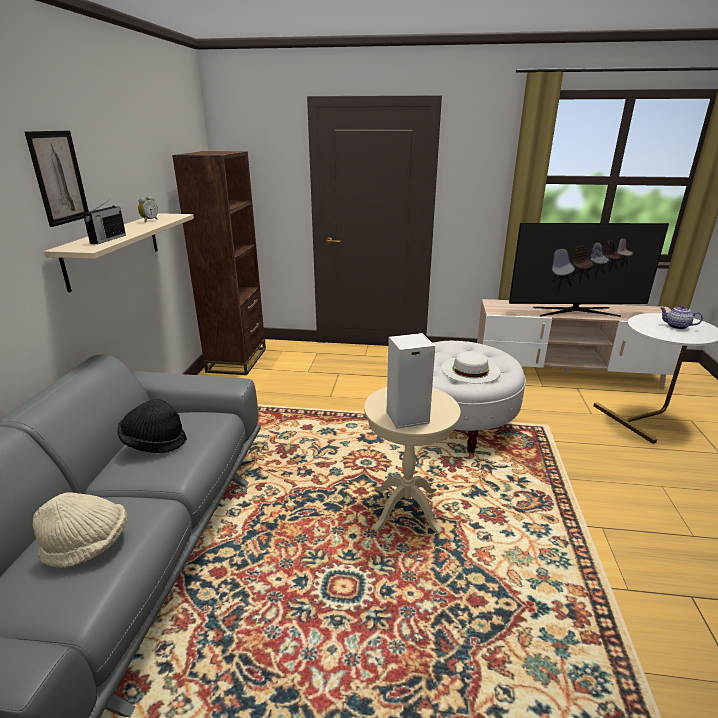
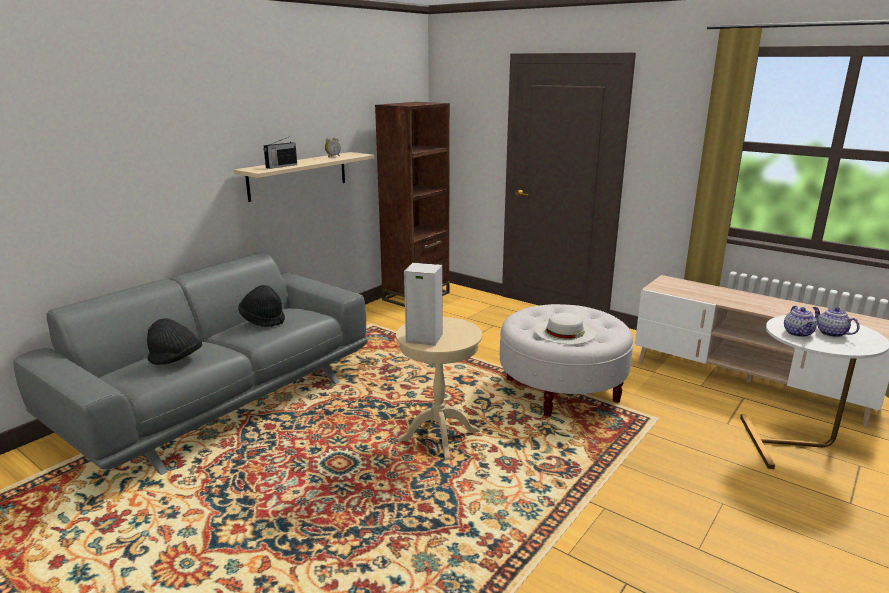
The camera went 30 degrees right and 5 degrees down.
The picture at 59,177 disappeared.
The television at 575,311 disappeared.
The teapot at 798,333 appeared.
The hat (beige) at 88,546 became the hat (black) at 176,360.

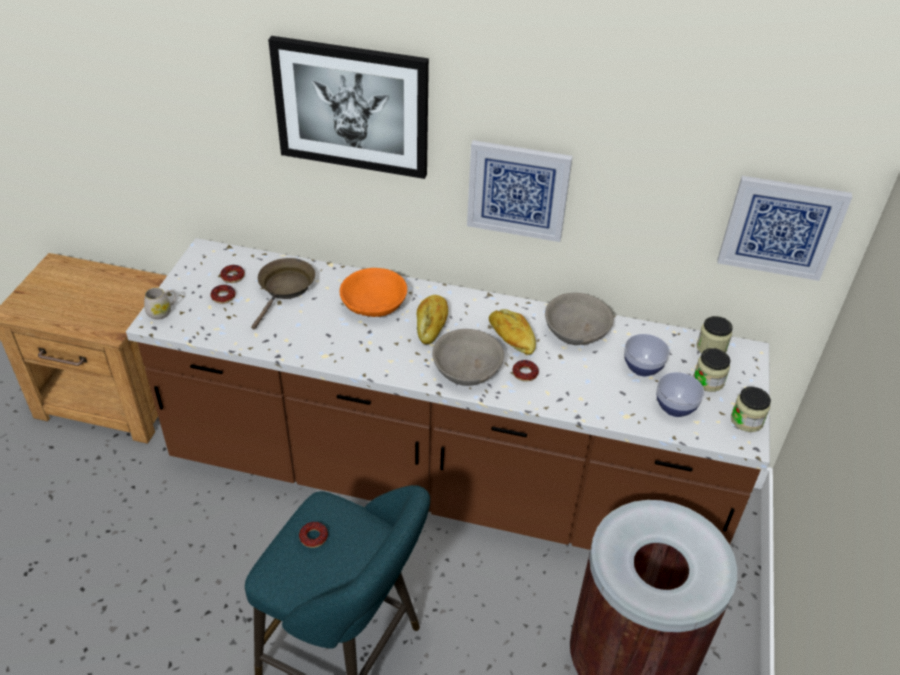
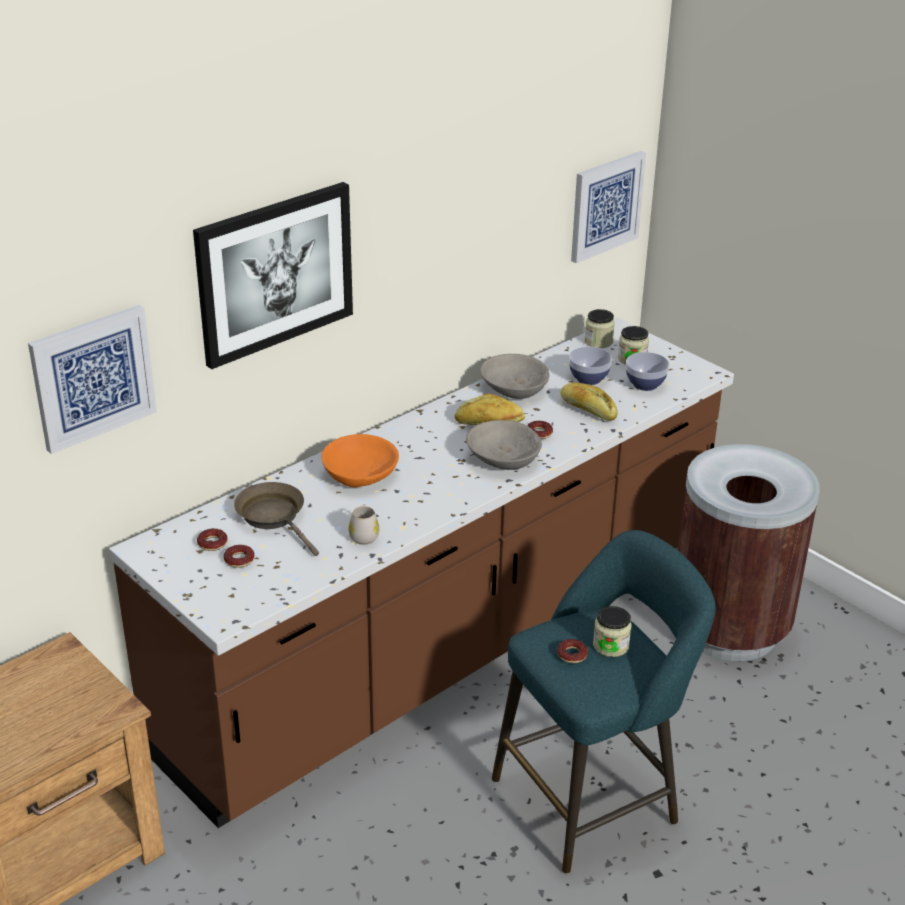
The camera went 55 degrees left and 10 degrees down.
The mug (white) moved from 162,311 to 364,535.
The bread moved from 431,325 to 587,409.
The picture moved from 518,190 to 93,377.
The jar moved from 746,420 to 611,645.

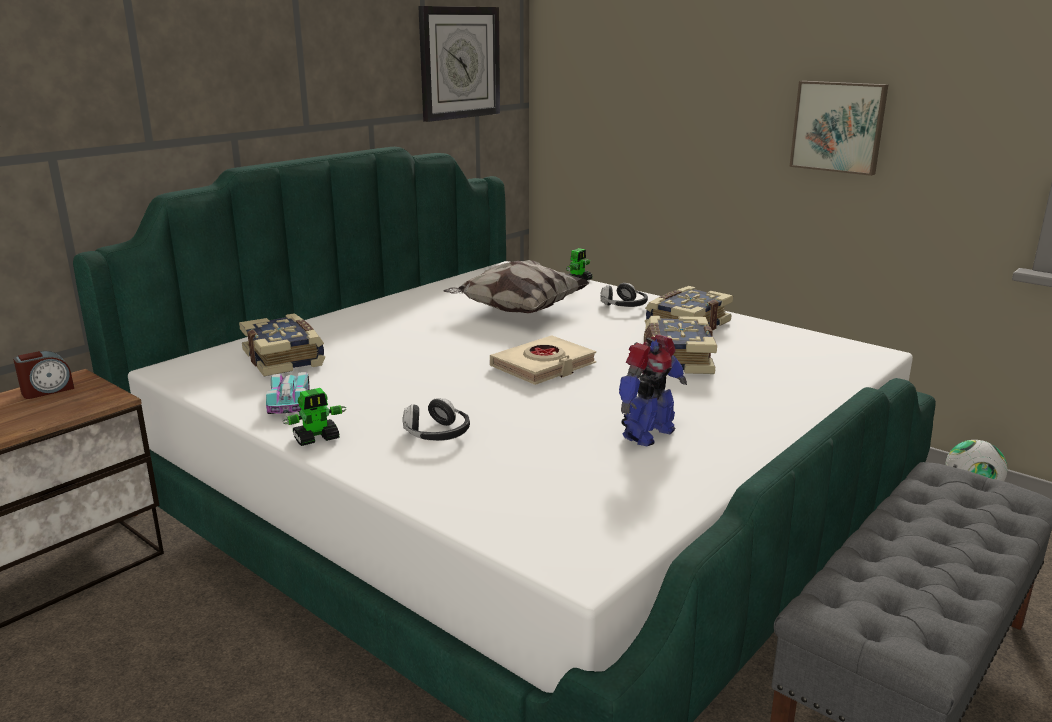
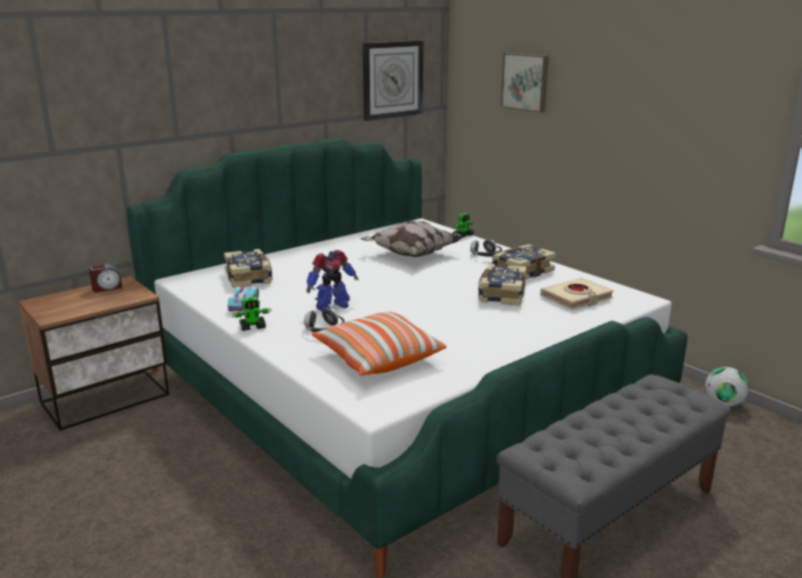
The camera went 10 degrees right and 0 degrees up.
The pillow at 377,358 appeared.
The book (beige) moved from 543,366 to 576,298.
The toy robot moved from 647,434 to 331,307.
The picture moved from 838,126 to 526,82.

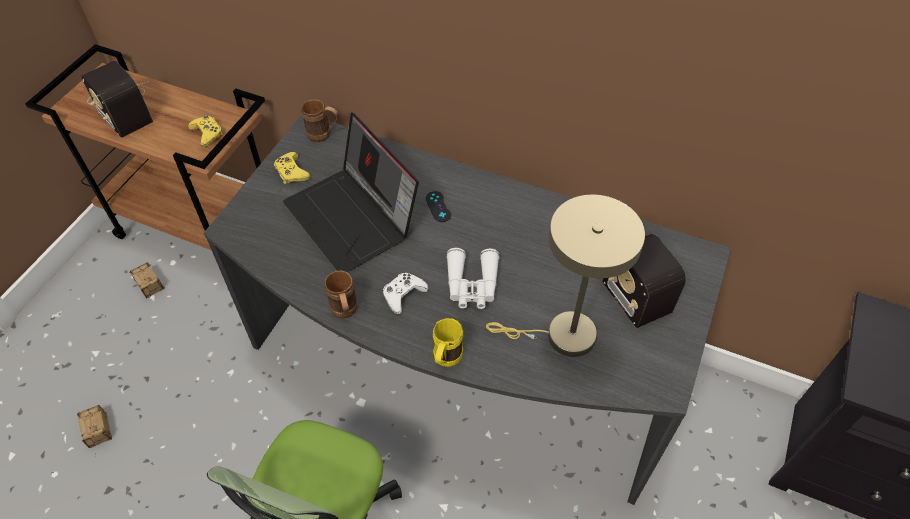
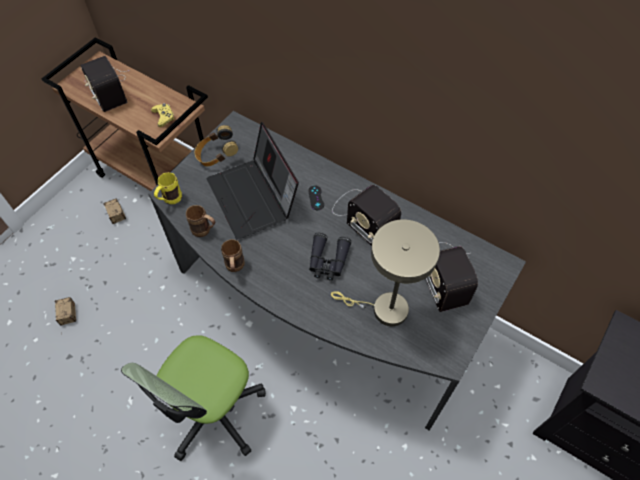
The camera went 10 degrees right and 5 degrees up.
The game controller (white) at 403,295 disappeared.
The radio at 363,216 appeared.
The mug (brown) moved from 324,135 to 205,231.
The mug (yellow) moved from 445,361 to 169,200.
The game controller (yellow) at 291,172 was replaced by the headphones at 217,156.
The binoculars (white) at 472,285 became the binoculars (black) at 328,261.

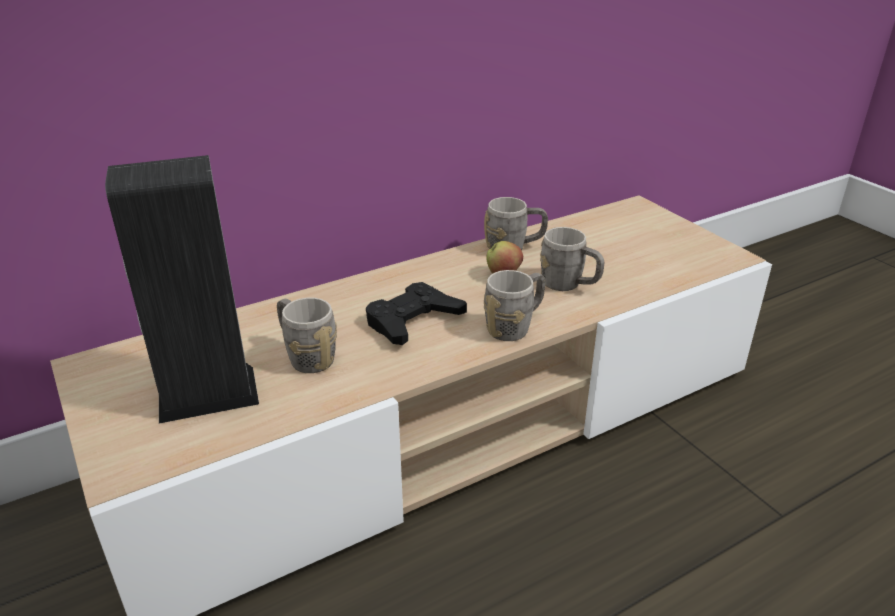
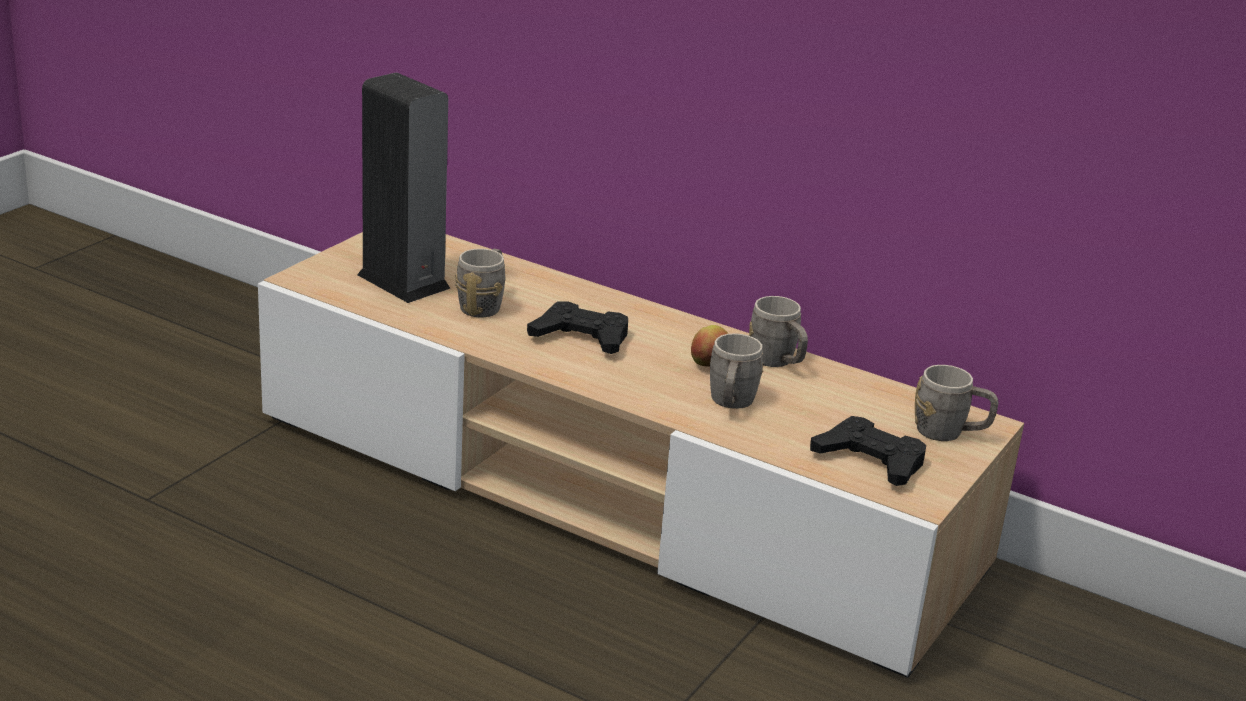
The camera went 60 degrees right and 5 degrees down.
The game controller (black) at 870,460 appeared.
The mug (grey) moved from 515,326 to 950,433.

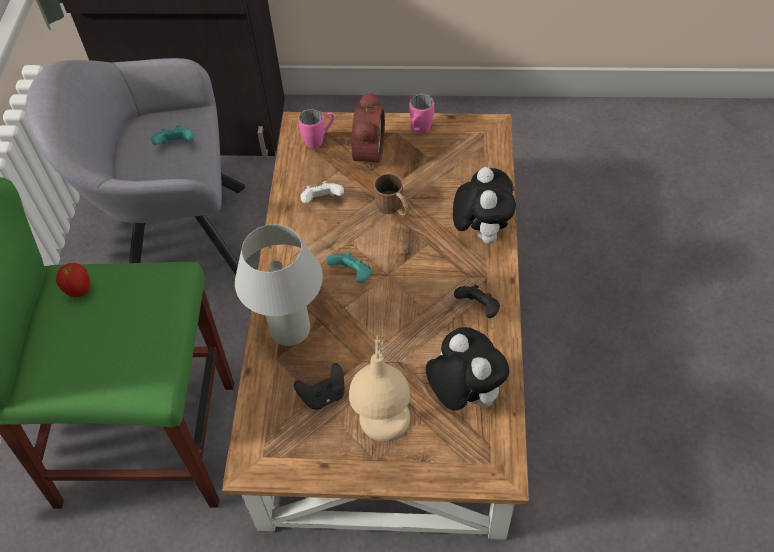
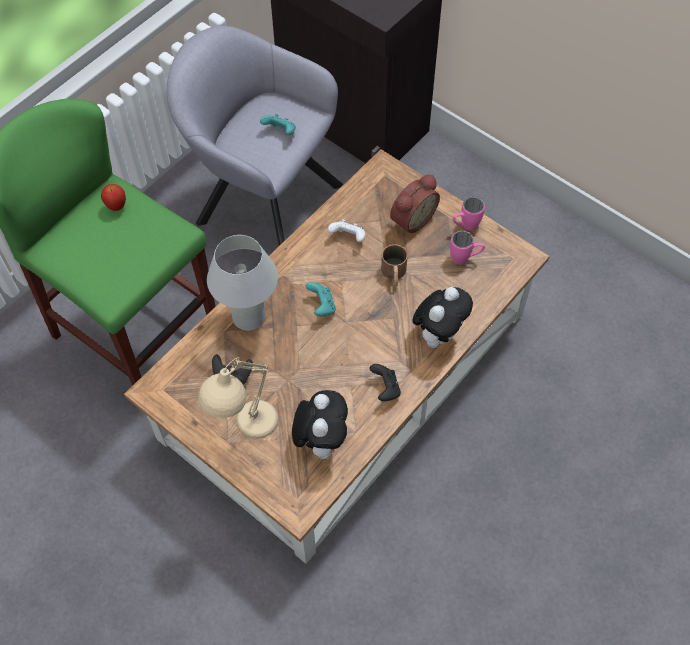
The camera went 35 degrees right and 5 degrees up.
The mug (pink) moved from 319,140 to 465,258.

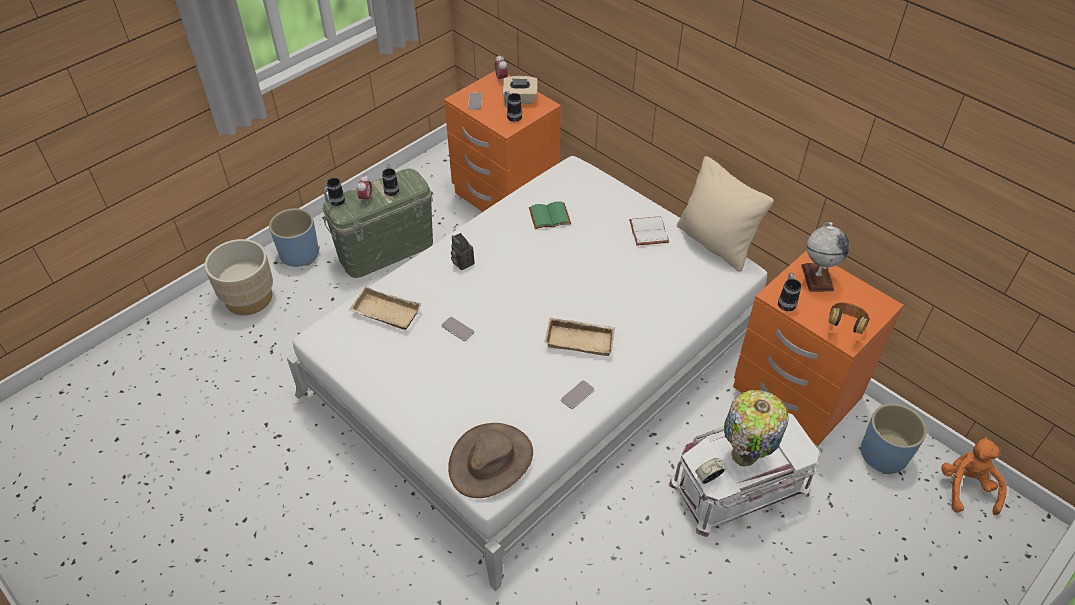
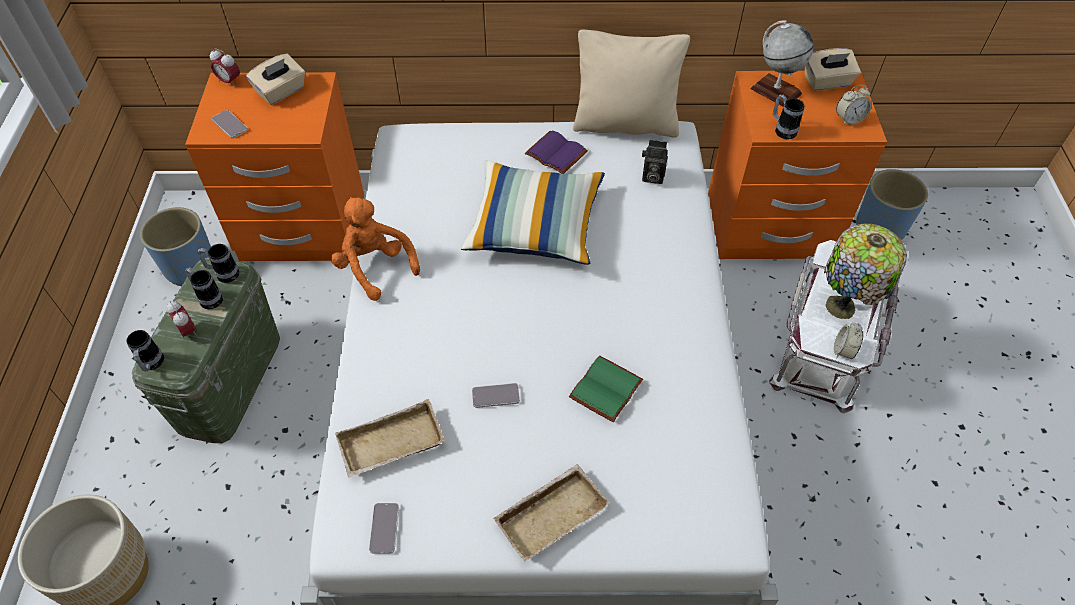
The camera went 45 degrees left and 5 degrees up.
The hat (brown) at 491,461 disappeared.
The pillow at 535,225 appeared.
The tissue box (beige) at 827,82 appeared.
The planter (blue) moved from 300,254 to 190,266.
The photo camera moved from 461,262 to 651,177.
The mug moved from 512,116 to 224,274.
The book (green) moved from 549,217 to 607,391.
The tray (beige) moved from 581,339 to 551,513.
The phone moved from 577,395 to 384,528.
The plush toy (orange) moved from 966,488 to 375,267.
The headphones at 845,327 was replaced by the alarm clock at 849,119.
The book (white) at 647,231 became the book (purple) at 554,154.

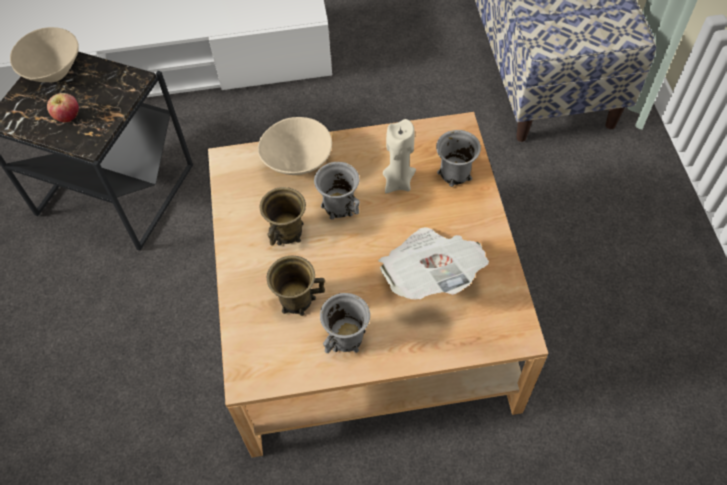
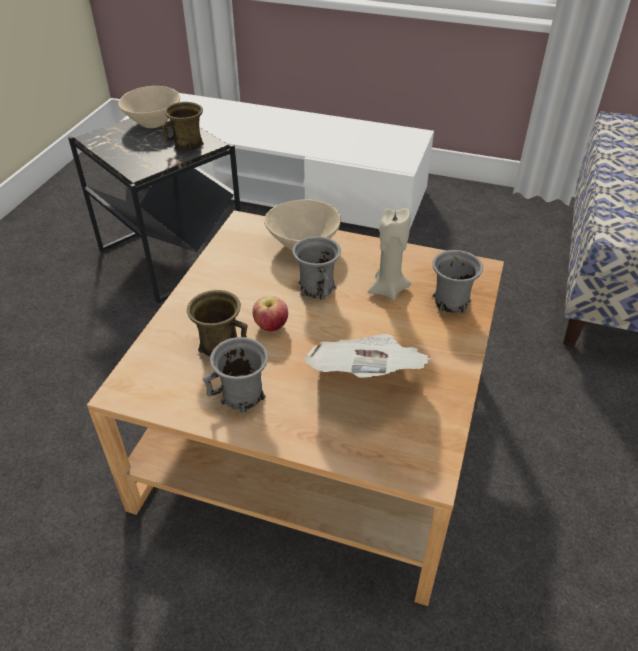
The camera went 25 degrees right and 15 degrees down.
The apple moved from 68,117 to 271,326.
The mug (brown) moved from 287,231 to 188,145.

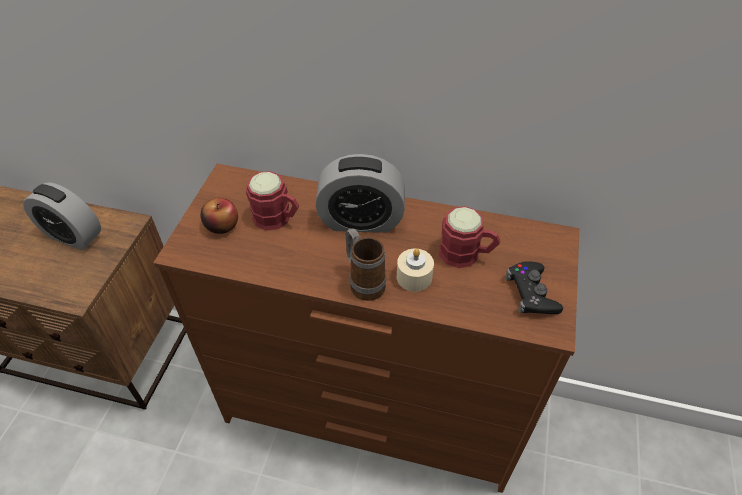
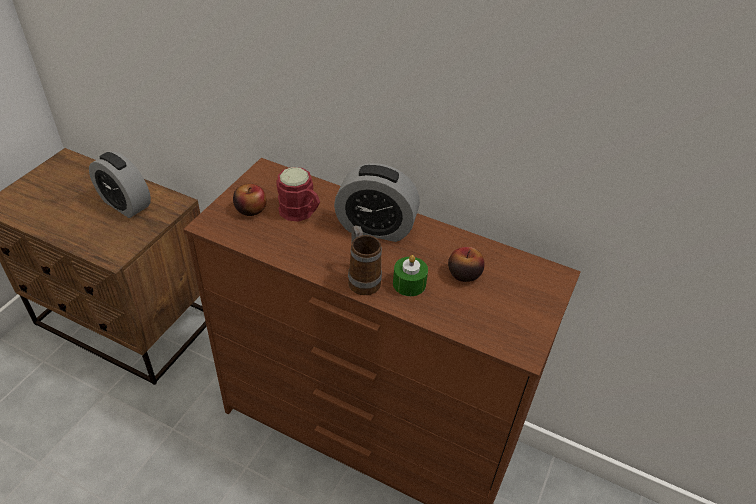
The camera went 10 degrees right and 5 degrees down.
The game controller (black) at 531,293 disappeared.
The mug (red) at 466,254 was replaced by the apple at 464,274.
The candle (beige) at 414,277 became the candle (green) at 409,283.

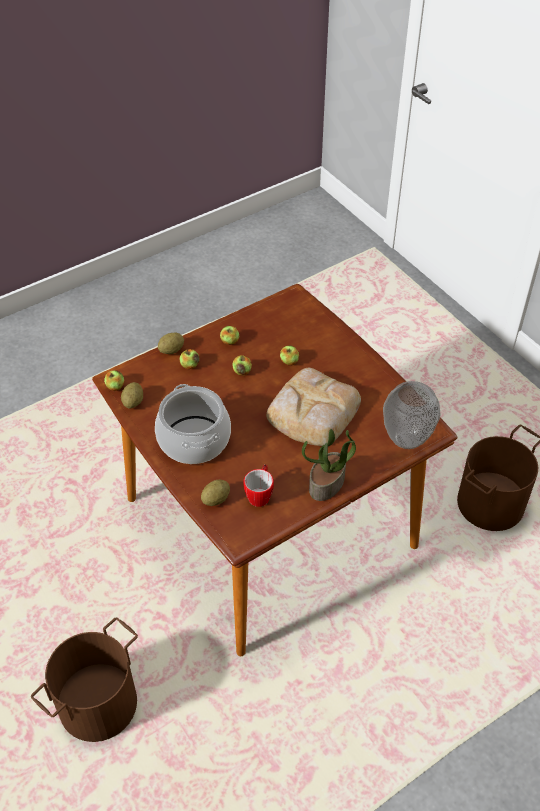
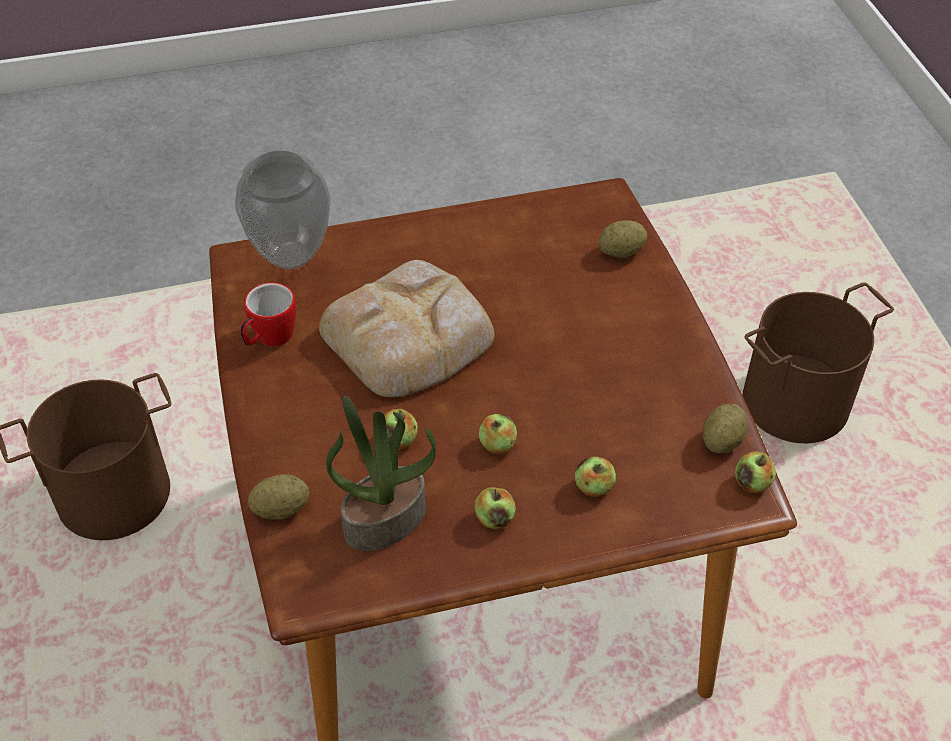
The camera went 160 degrees left and 0 degrees up.
The cooking pot at 193,440 disappeared.
The potato moved from 171,350 to 281,509.
The mug moved from 260,494 to 269,339.
The potted plant moved from 327,484 to 385,519.

